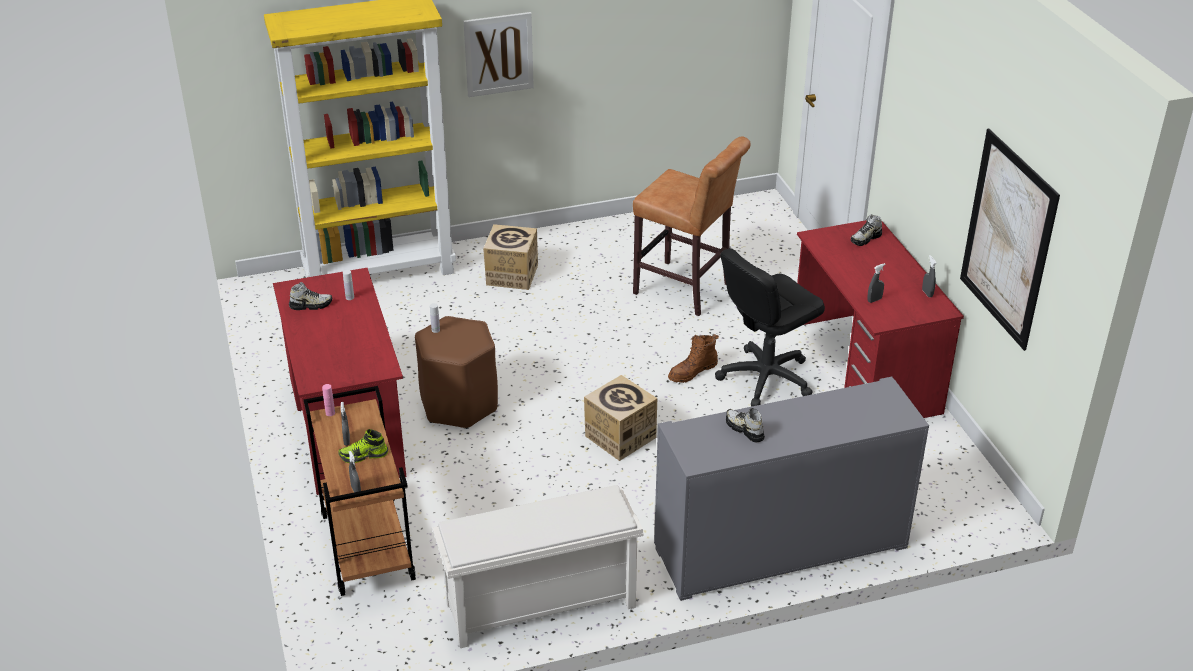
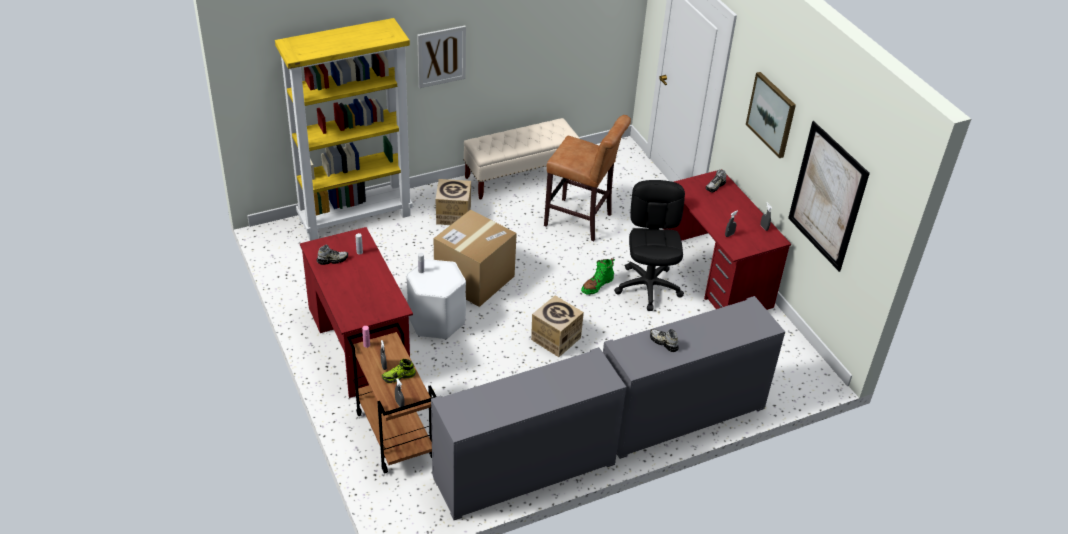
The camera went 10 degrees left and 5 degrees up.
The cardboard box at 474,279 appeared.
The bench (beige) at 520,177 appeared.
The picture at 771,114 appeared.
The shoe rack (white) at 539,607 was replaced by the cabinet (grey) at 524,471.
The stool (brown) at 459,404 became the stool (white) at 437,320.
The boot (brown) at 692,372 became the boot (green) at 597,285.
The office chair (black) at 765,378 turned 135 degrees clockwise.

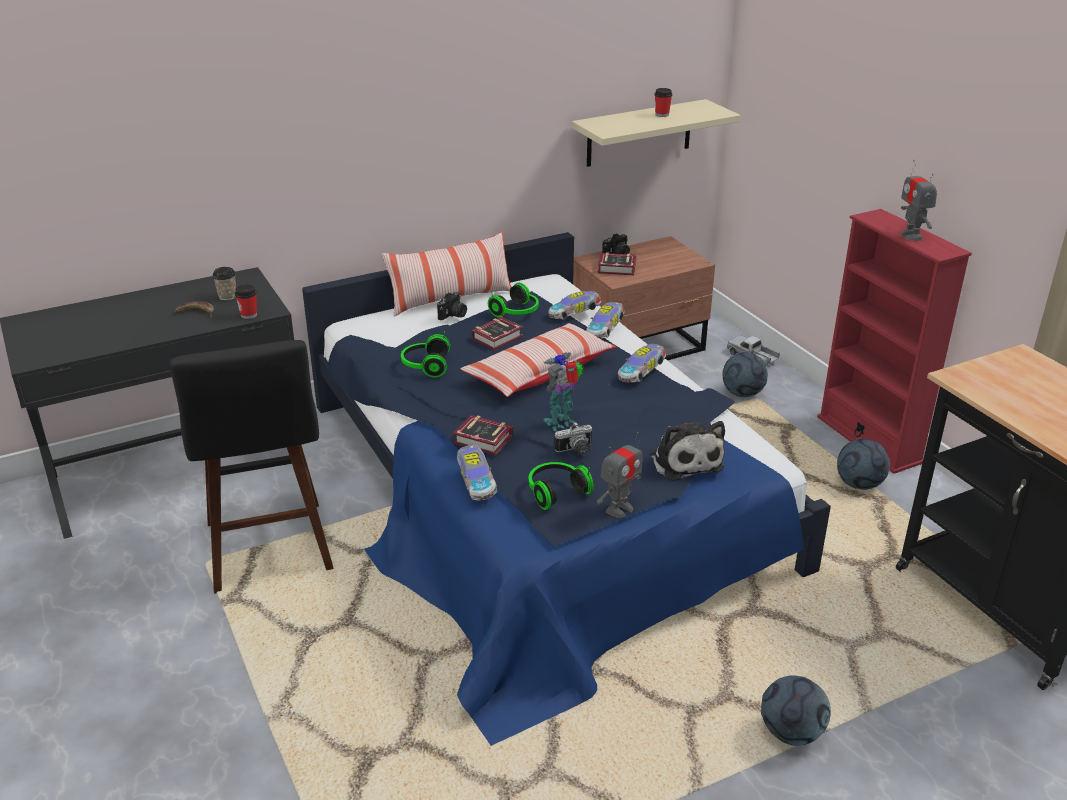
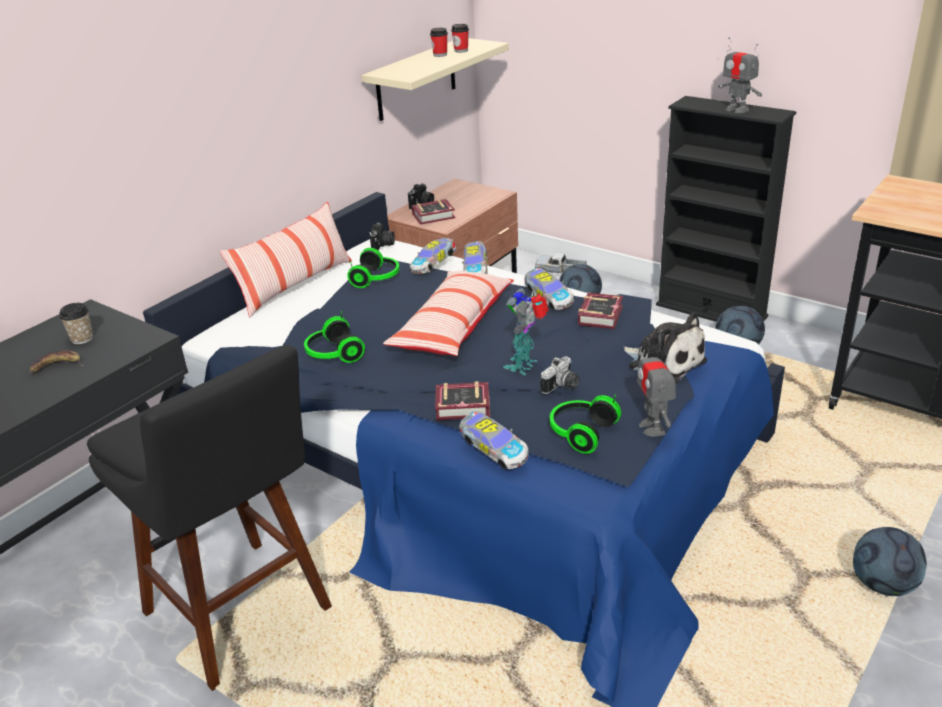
The camera went 25 degrees left and 0 degrees up.
The cup moved from 249,315 to 461,50.
The photo camera moved from 453,315 to 383,245.
The book moved from 499,337 to 602,315.
The bookcase (red) at 869,439 became the bookcase (black) at 711,311.
The toy robot at 619,509 turned 150 degrees clockwise.
The toy car at 641,372 turned 45 degrees counterclockwise.

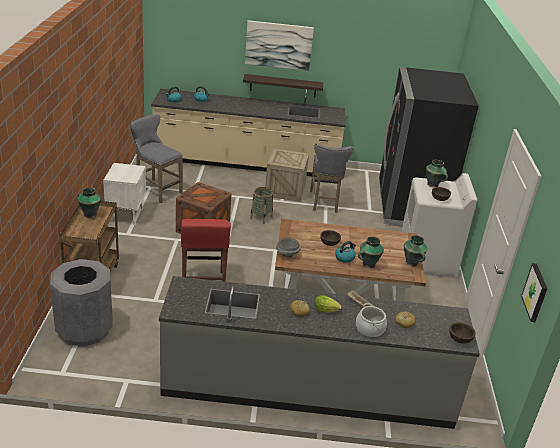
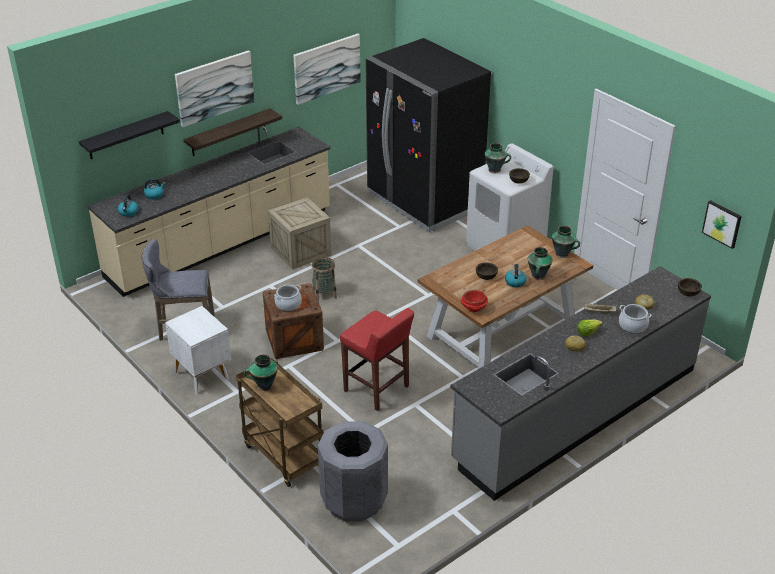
The camera went 40 degrees left and 5 degrees up.
The stool (grey) at 324,203 disappeared.
The shelf (black) at 126,135 appeared.
The cooking pot at 288,304 appeared.
The picture at 327,68 appeared.
The bowl (grey) at 287,254 became the bowl (red) at 474,308.

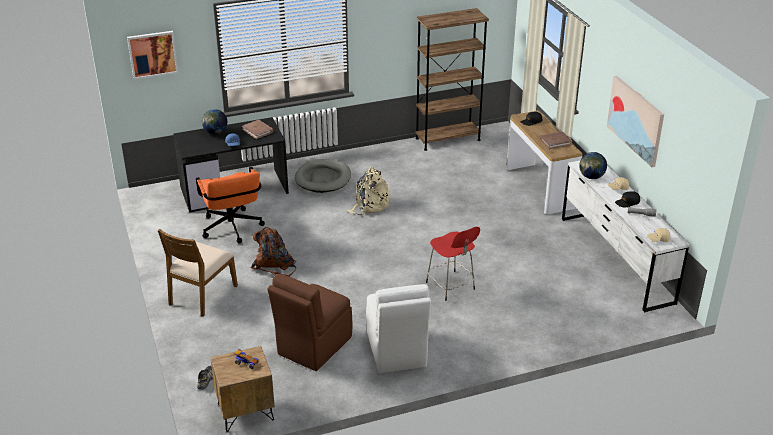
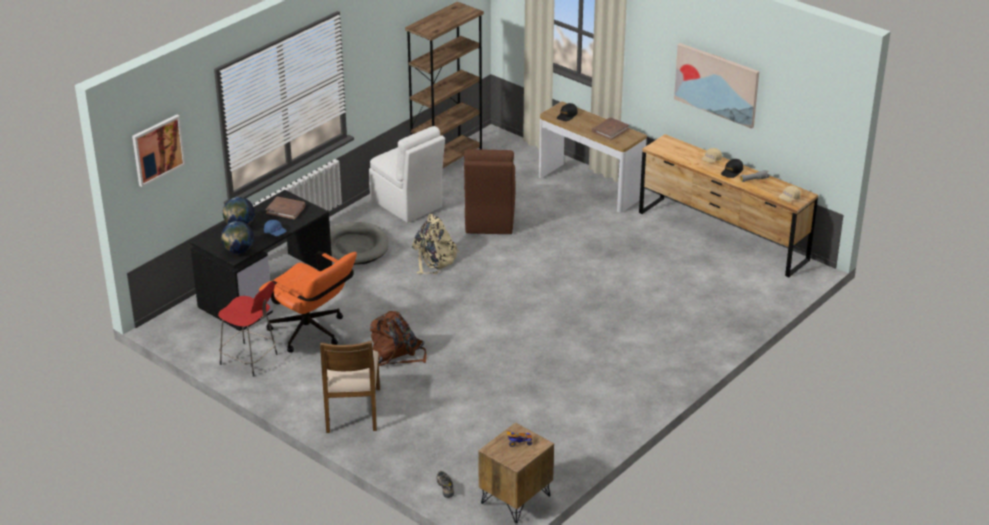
The camera went 30 degrees left and 0 degrees up.
The chair (brown) moved from 313,346 to 489,219.
The chair (white) moved from 396,351 to 407,204.
The stool (red) moved from 451,287 to 250,360.
The globe moved from 591,177 to 238,251.
The dresser (white) at 615,259 became the dresser (brown) at 722,236.

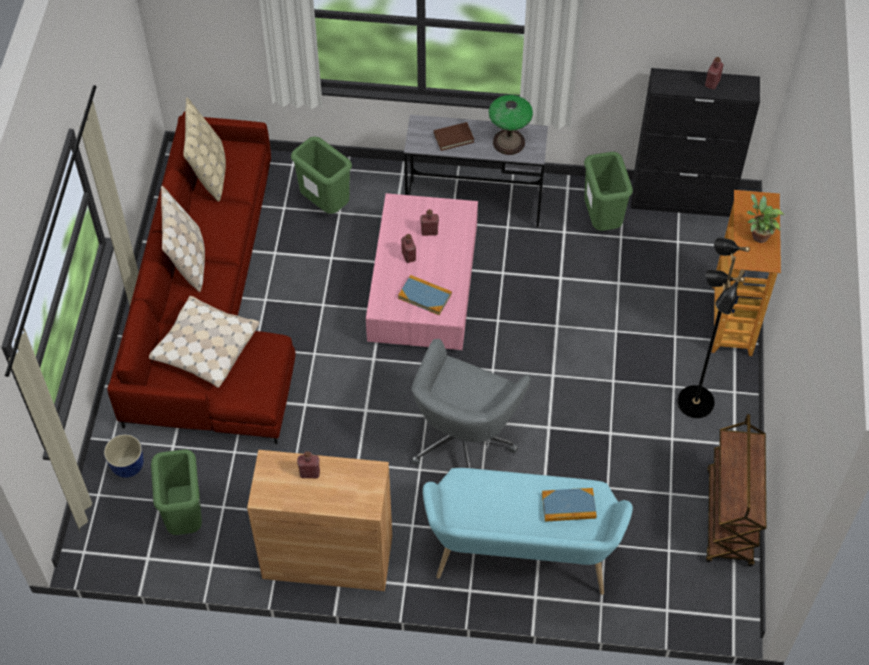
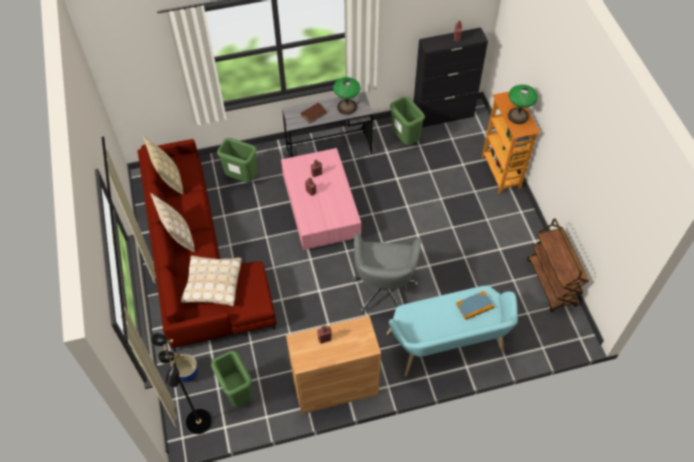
The camera went 20 degrees left and 0 degrees up.
The book at 425,296 disappeared.
The floor lamp (black) moved from 694,402 to 198,422.
The potted plant at 758,235 was replaced by the table lamp at 518,116.

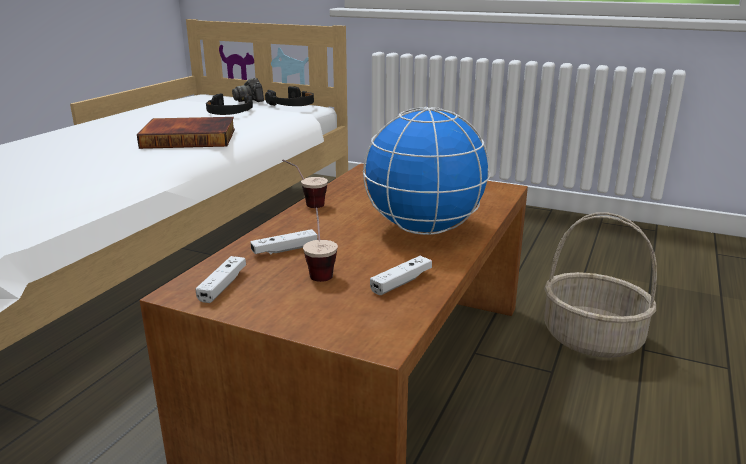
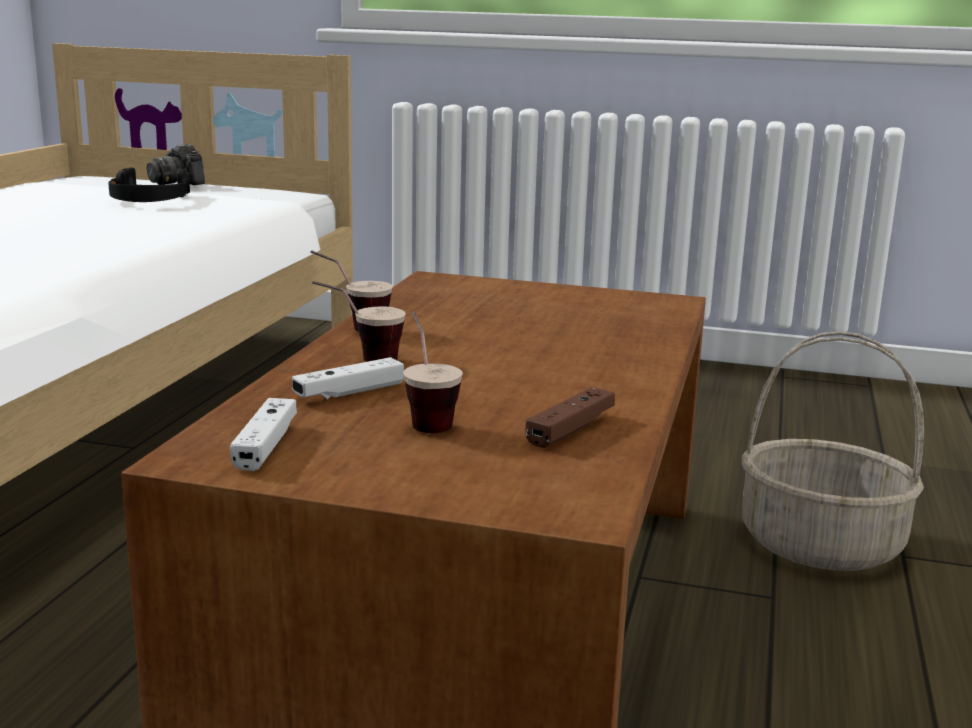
The camera went 10 degrees left and 5 degrees down.
The book at 190,138 disappeared.
The headphones (black) at 292,105 disappeared.
The globe at 424,229 disappeared.
The cup at 359,361 appeared.
The game controller (white) at 401,282 became the game controller (brown) at 570,429.

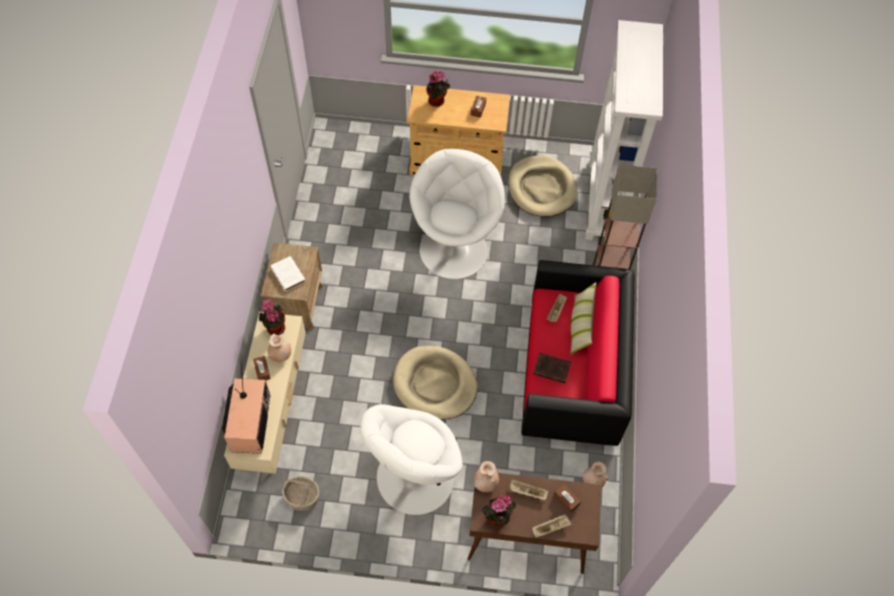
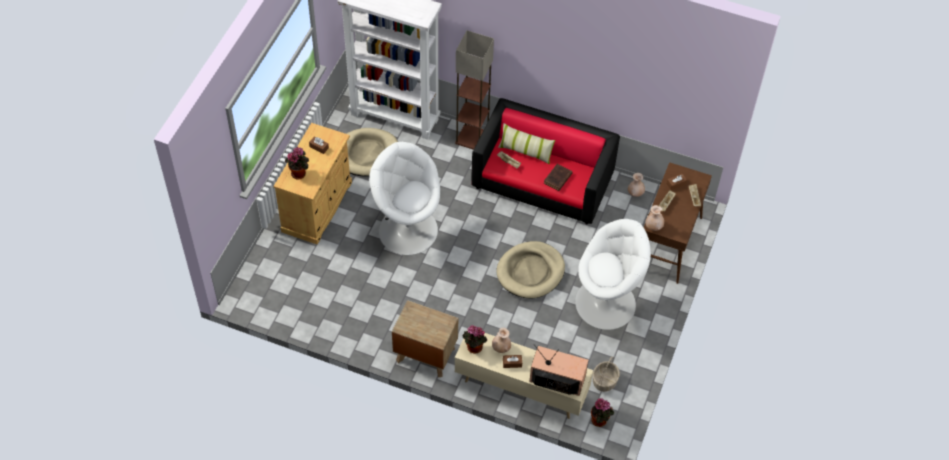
The camera went 75 degrees left and 5 degrees down.
The book (white) at 288,276 disappeared.
The potted plant moved from 497,519 to 600,421.
The armchair (white) at 413,478 turned 60 degrees counterclockwise.

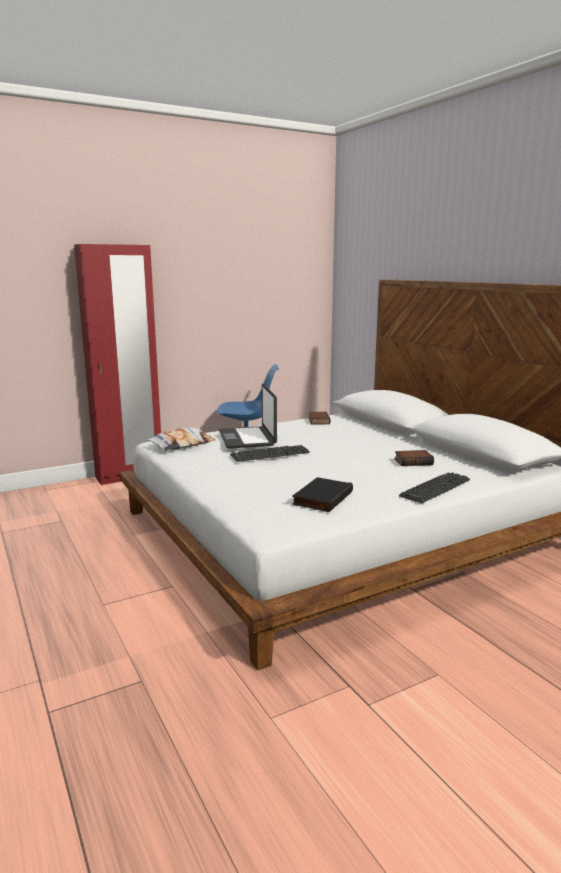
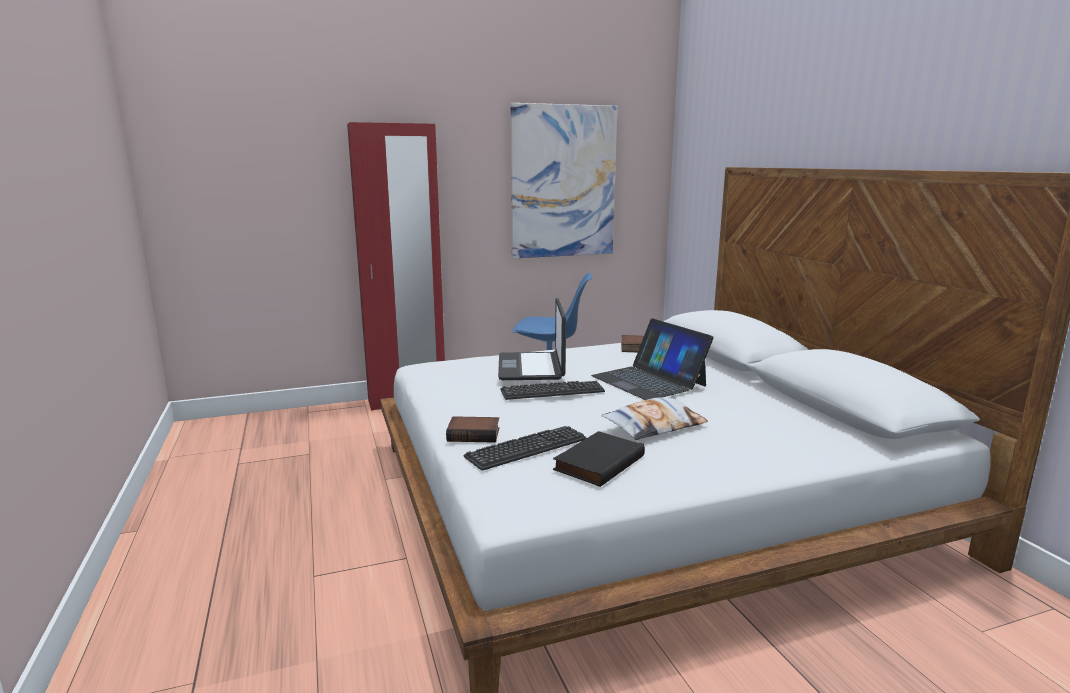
The camera went 10 degrees right and 0 degrees up.
The picture at 563,182 appeared.
The laptop at 649,381 appeared.
The pillow moved from 181,444 to 654,426.
The book moved from 413,461 to 474,434.
The keyboard moved from 435,488 to 526,448.

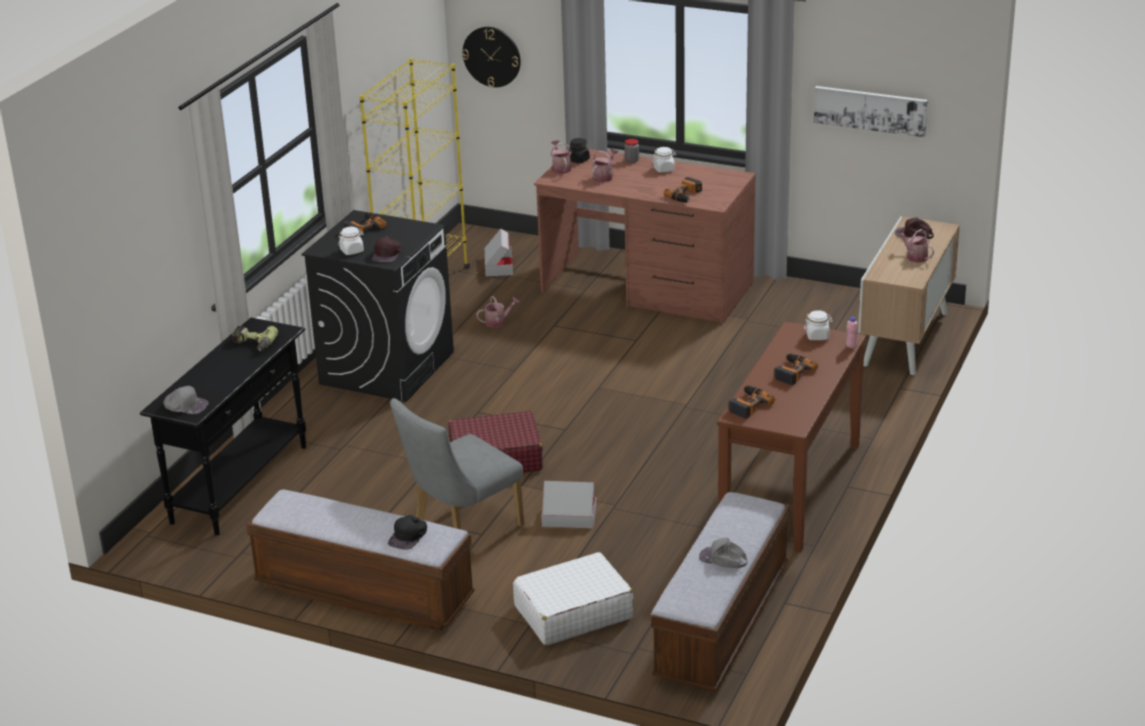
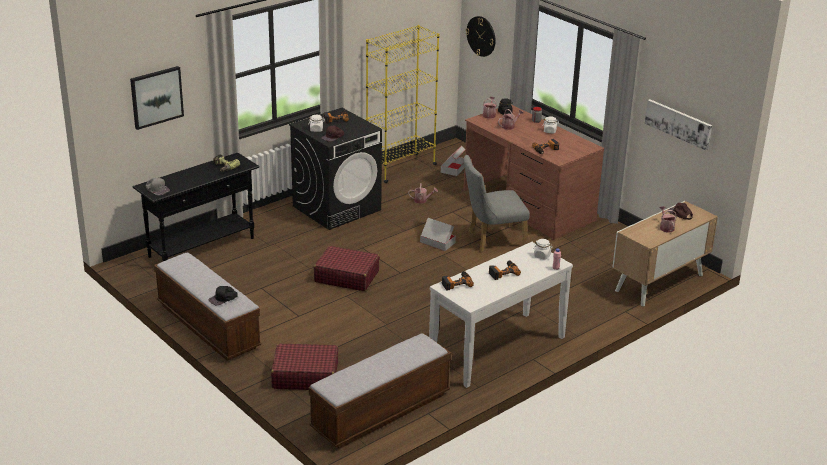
The camera went 25 degrees right and 0 degrees up.
The cap (grey) at 723,559 disappeared.
The picture at 156,97 appeared.
The chair (grey) moved from 461,529 to 491,240.
The cardboard box moved from 569,517 to 437,242.
The suitcase (white) at 572,612 became the suitcase (red) at 305,376.
The console table (brown) at 791,488 became the console table (white) at 498,349.

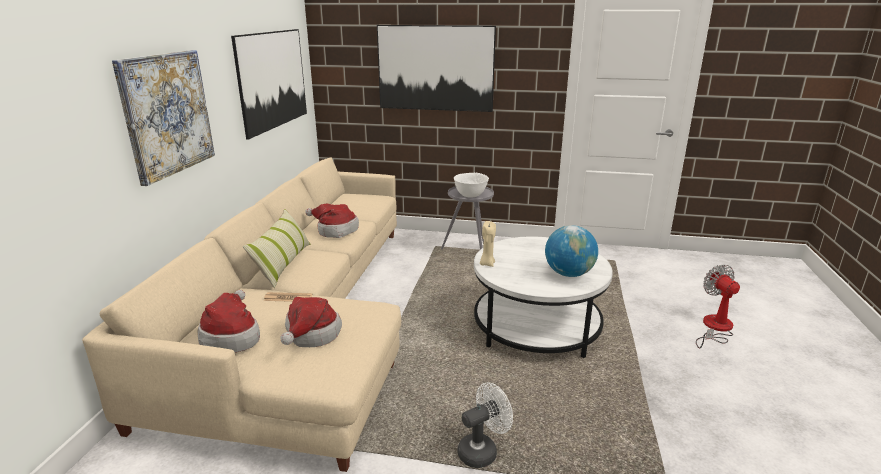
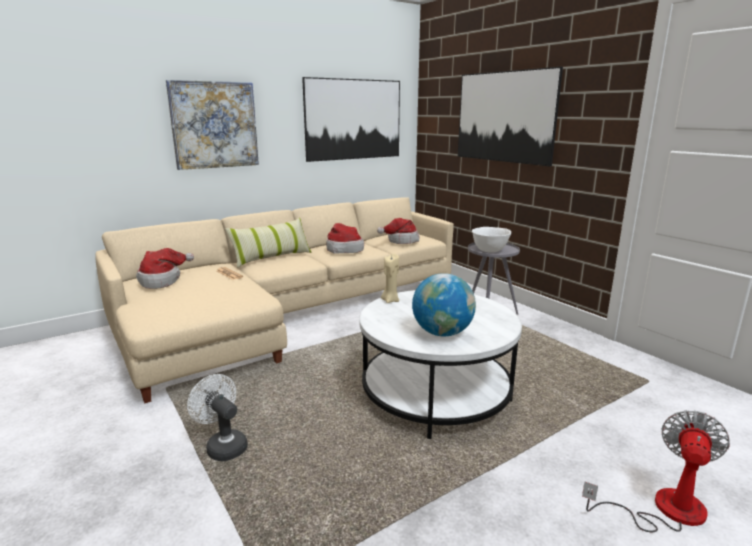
The camera went 45 degrees right and 5 degrees down.
The hat moved from 311,335 to 401,240.
The fan (white) at 482,450 turned 150 degrees counterclockwise.

